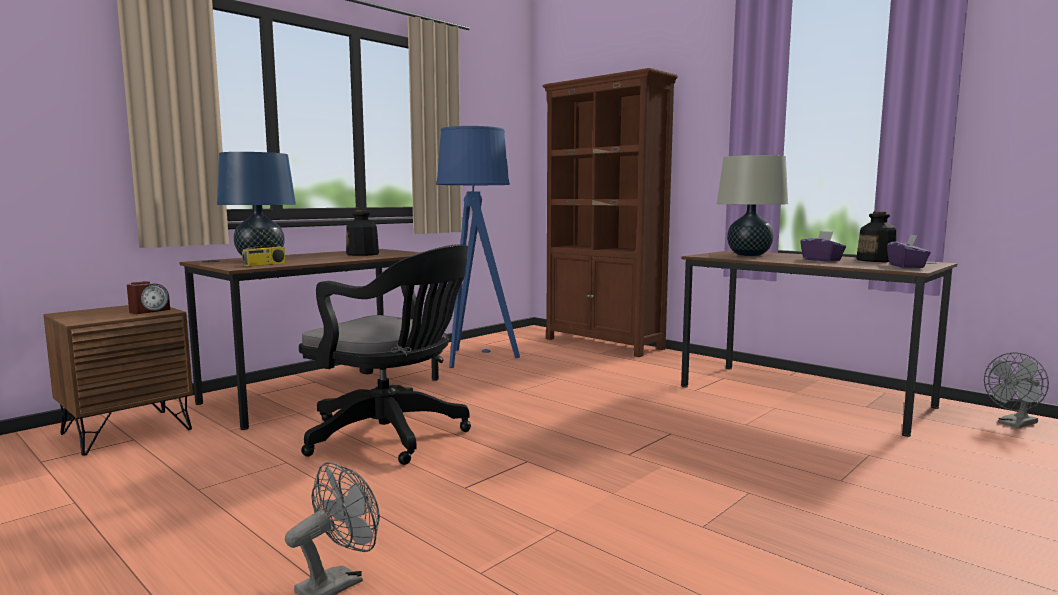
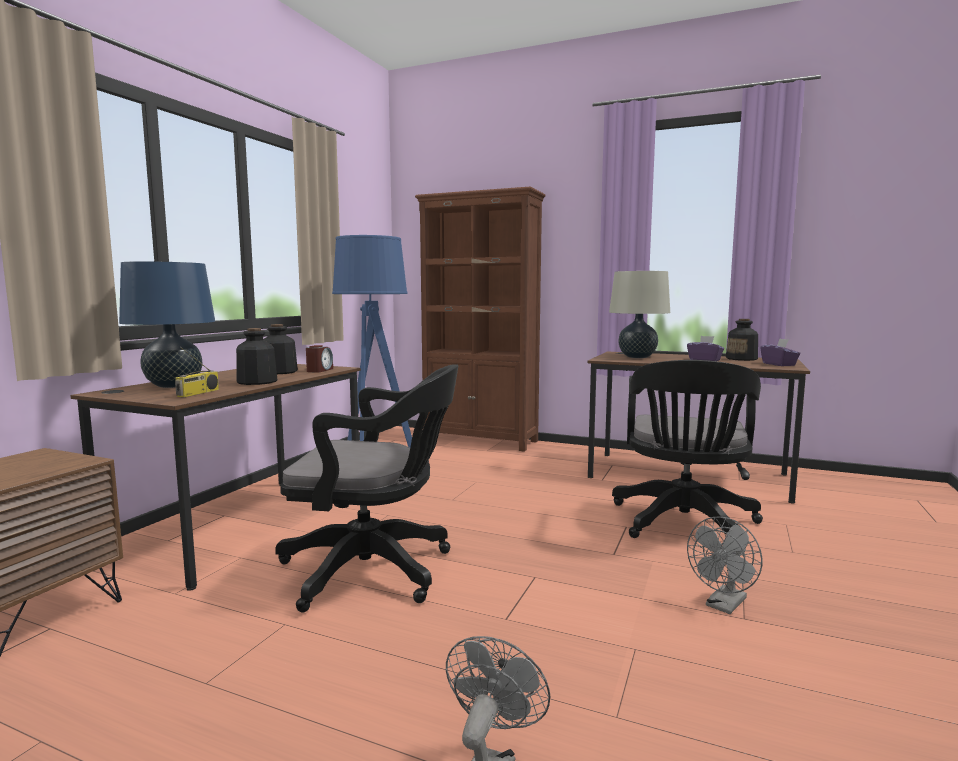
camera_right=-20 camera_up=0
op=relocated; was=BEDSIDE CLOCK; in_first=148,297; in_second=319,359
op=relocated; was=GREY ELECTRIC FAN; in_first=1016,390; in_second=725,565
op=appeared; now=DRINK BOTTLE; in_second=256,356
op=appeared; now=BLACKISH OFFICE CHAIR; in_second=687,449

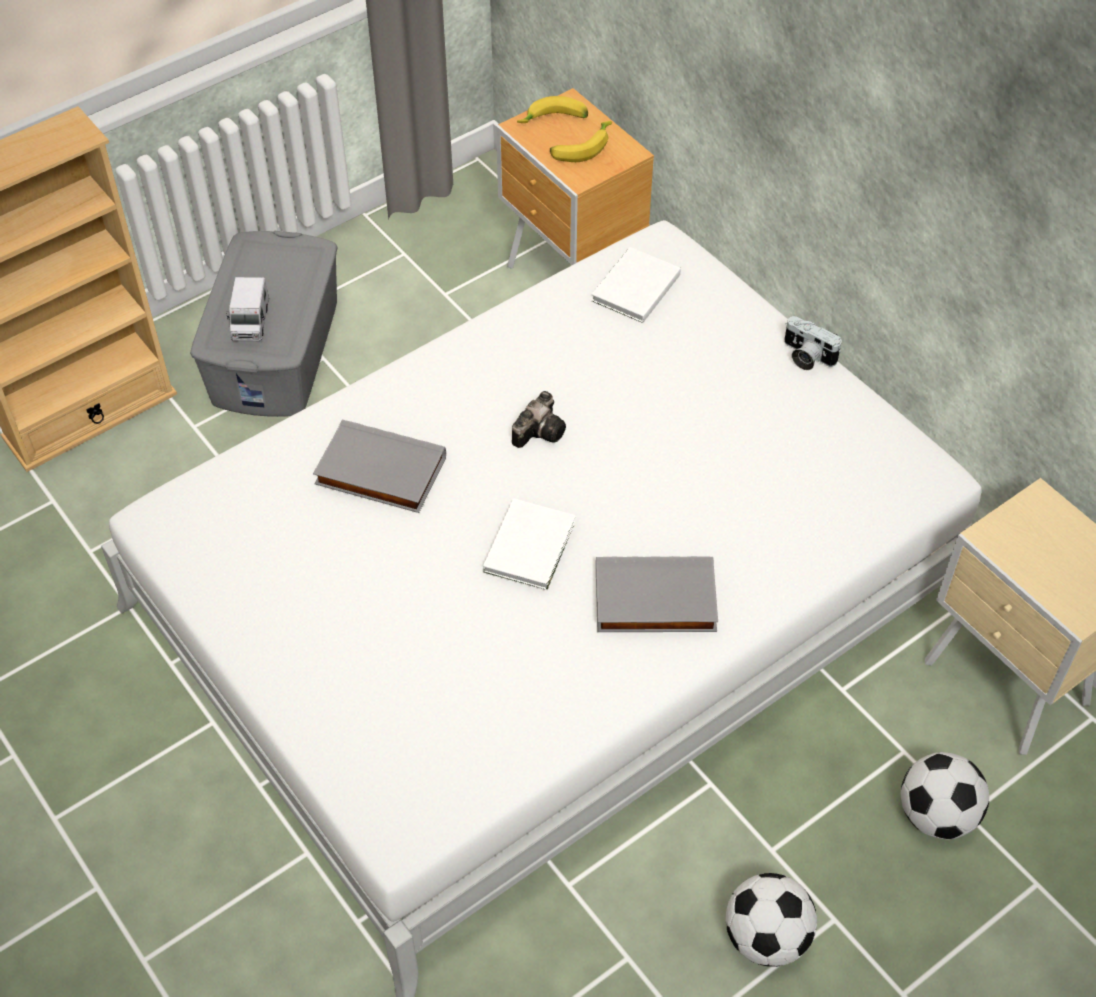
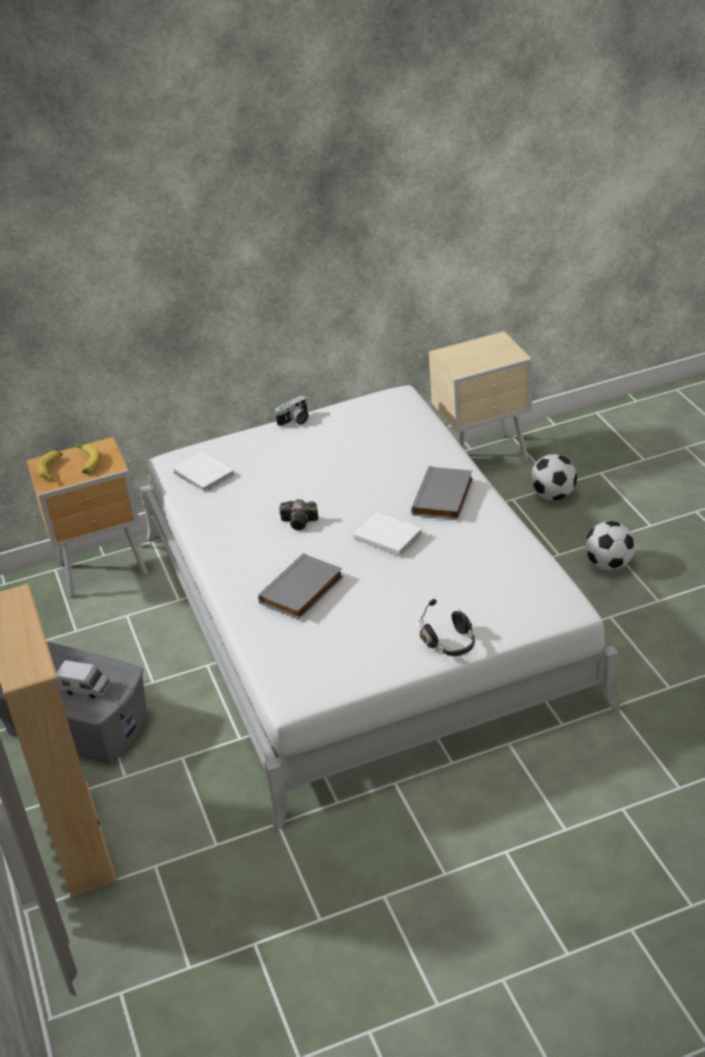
camera_right=-70 camera_up=-15
op=spun; was=PHOTO CAMERA; in_first=539,419; in_second=298,515; clockwise=135
op=appeared; now=BLACKISH HEADPHONES; in_second=447,627

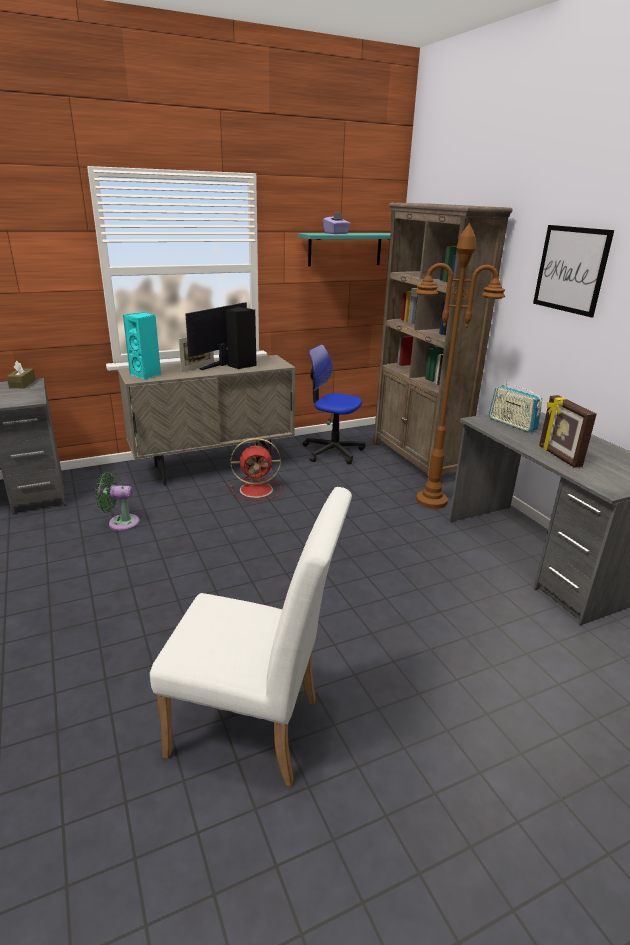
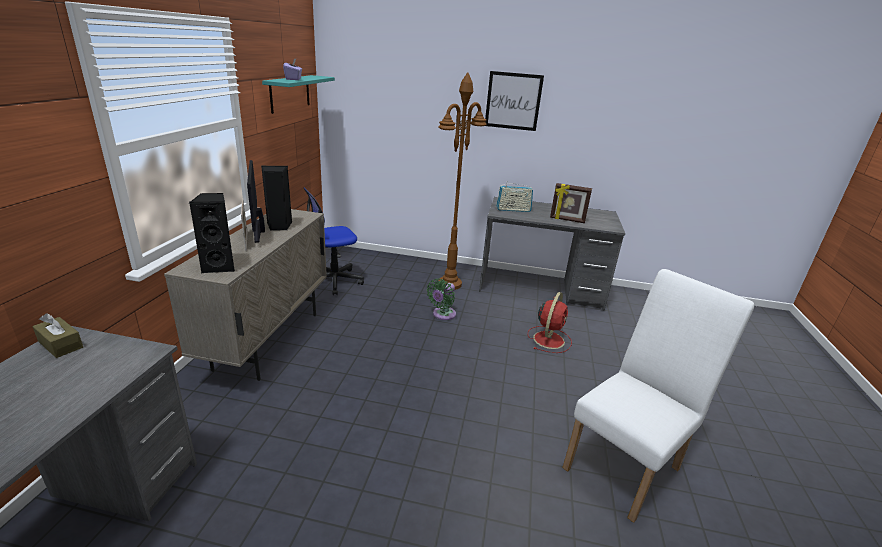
camera_right=-55 camera_up=0
op=missing; was=BROWN-COLOURED BOOKSHELF; in_first=443,342
op=colour; was=TURQUOISE-COLOURED SPEAKER; now=BLACKISH SPEAKER; in_first=142,346; in_second=212,233
op=relocated; was=RED ELECTRIC FAN; in_first=255,469; in_second=550,322
op=relocated; was=GREENISH ELECTRIC FAN; in_first=117,501; in_second=441,299

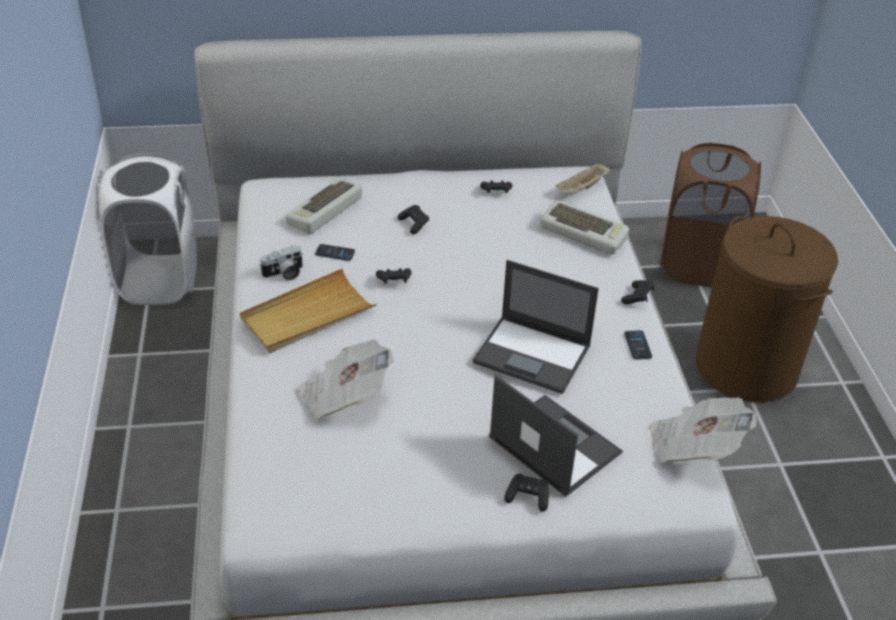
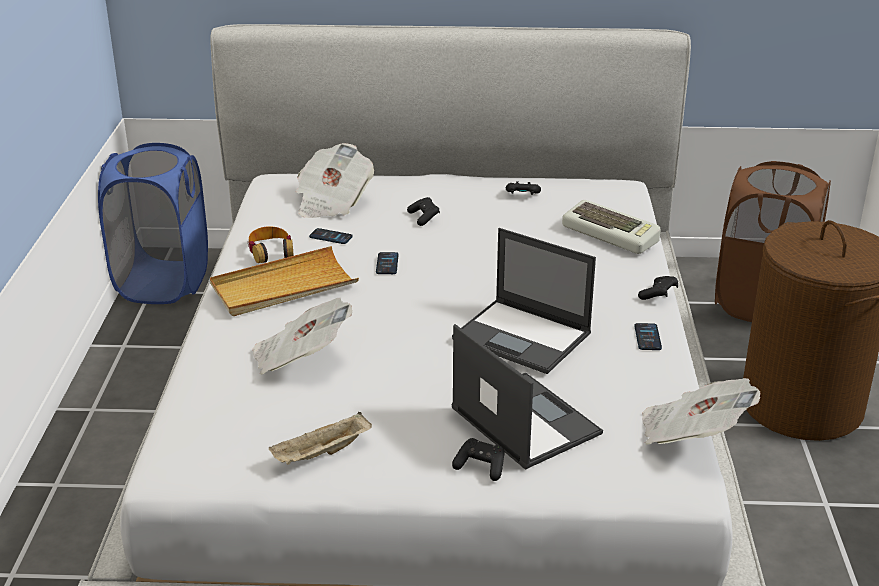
camera_right=10 camera_up=-10
op=colour; was=WHITISH HAMPER; now=BLUE HAMPER; in_first=147,229; in_second=153,223
op=relocated; was=BEIGE TRAY; in_first=583,177; in_second=320,438
op=exchanged; was=PC KEYBOARD; now=NEWSPAPER; in_first=324,206; in_second=335,180
op=exchanged; was=PHOTO CAMERA; now=HEADPHONES; in_first=281,263; in_second=271,244
op=exchanged; was=BLACKISH JOYPAD; now=PHONE; in_first=394,276; in_second=387,263

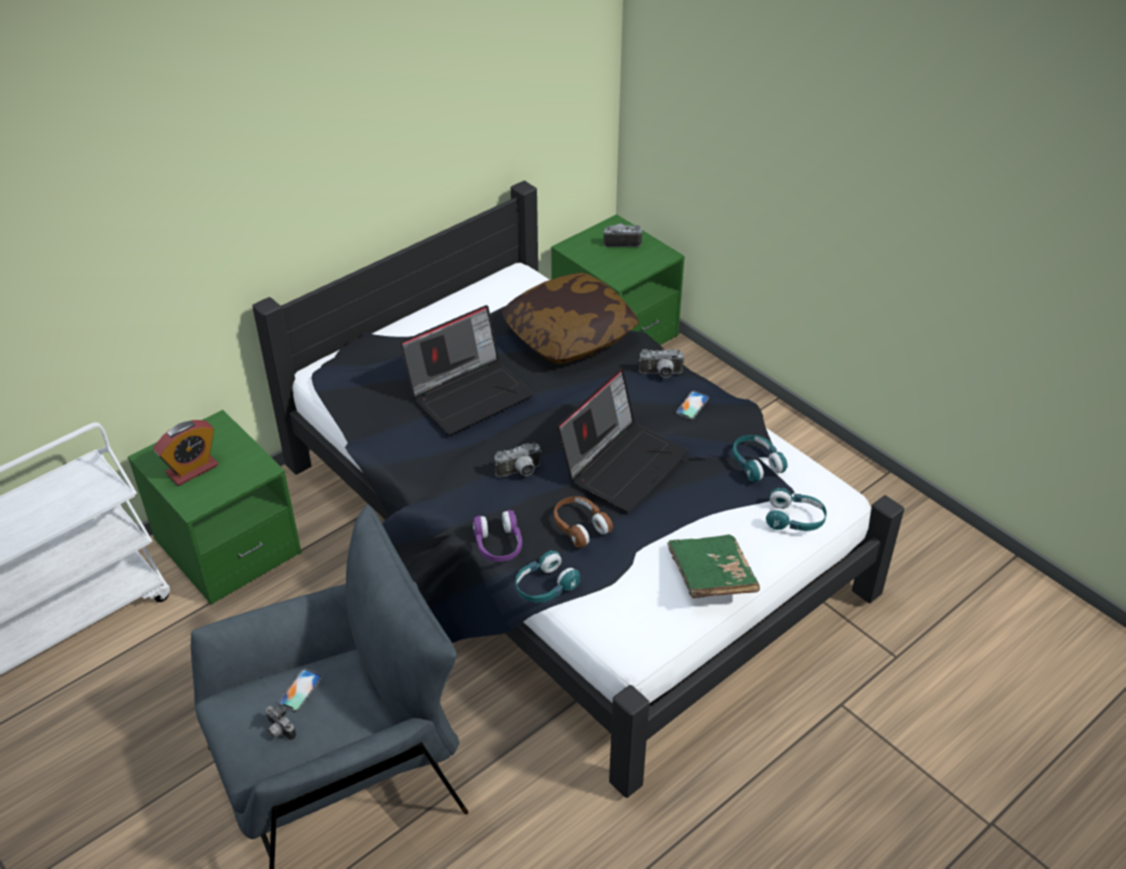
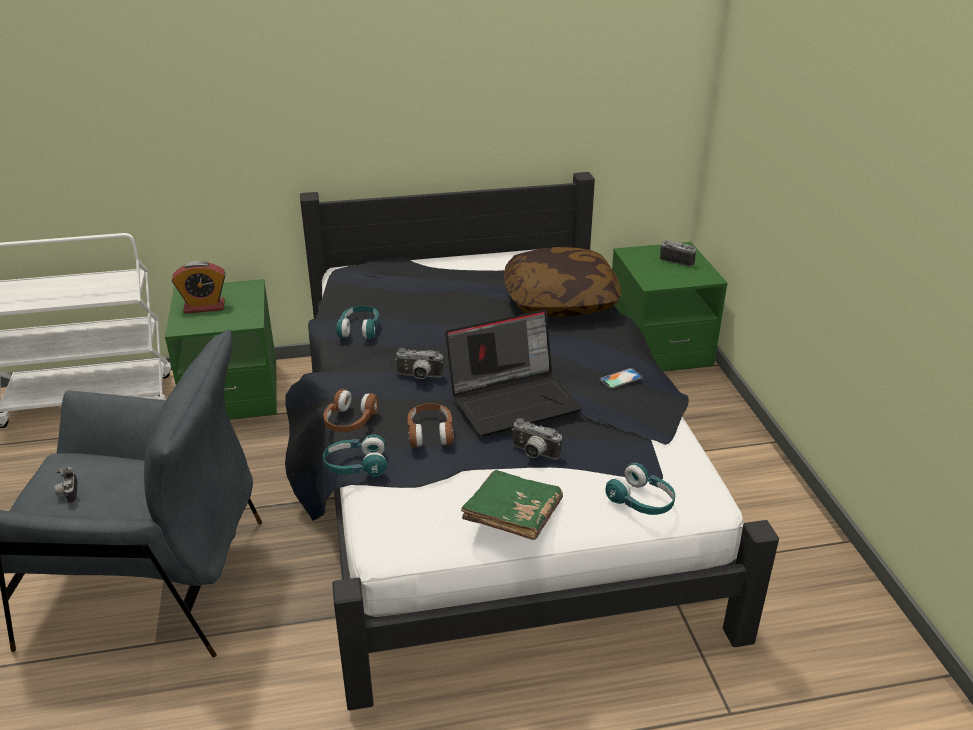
camera_right=30 camera_up=-10
op=missing; was=NOTEBOOK COMPUTER; in_first=467,370
op=relocated; was=PHOTO CAMERA; in_first=662,363; in_second=537,439
op=relocated; was=TURQUOISE-COLOURED HEADPHONES; in_first=759,458; in_second=357,322
op=colour; was=PURPLE HEADPHONES; now=BROWN-COLOURED HEADPHONES; in_first=497,536; in_second=351,410
op=missing; was=PHONE; in_first=300,690

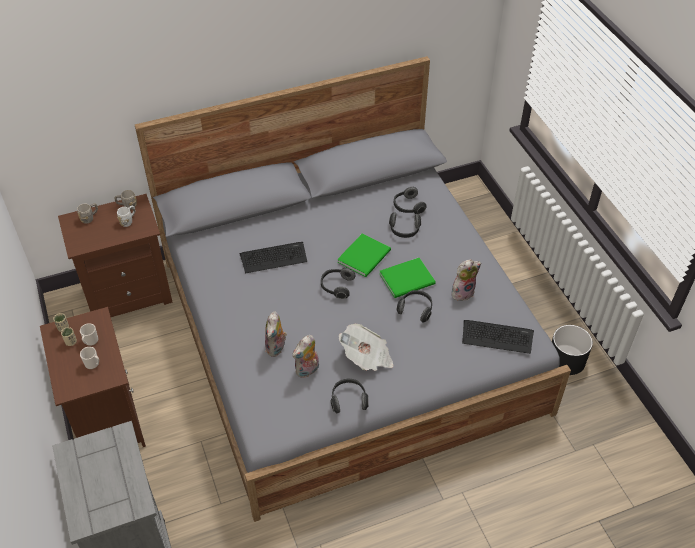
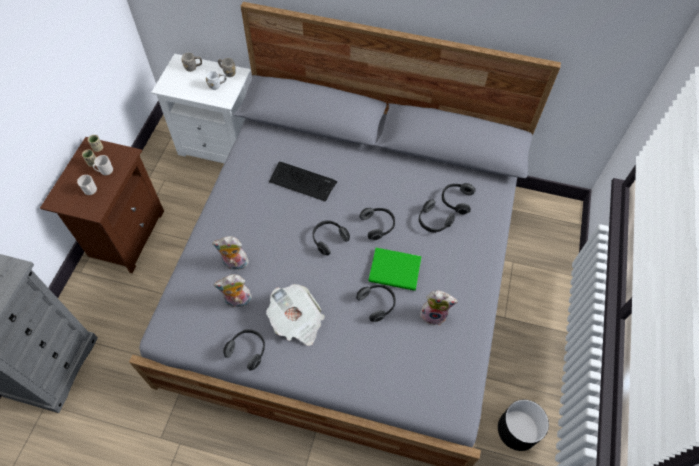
camera_right=35 camera_up=10
op=colour; was=BROWN-COLOURED BEDSIDE TABLE; now=WHITISH BEDSIDE TABLE; in_first=115,255; in_second=201,109
op=exchanged; was=GREENISH BOUND BOOK; now=HEADPHONES; in_first=364,255; in_second=377,224
op=spun; was=SOFT TOY; in_first=276,334; in_second=231,253; clockwise=45
op=missing; was=PC KEYBOARD; in_first=498,337

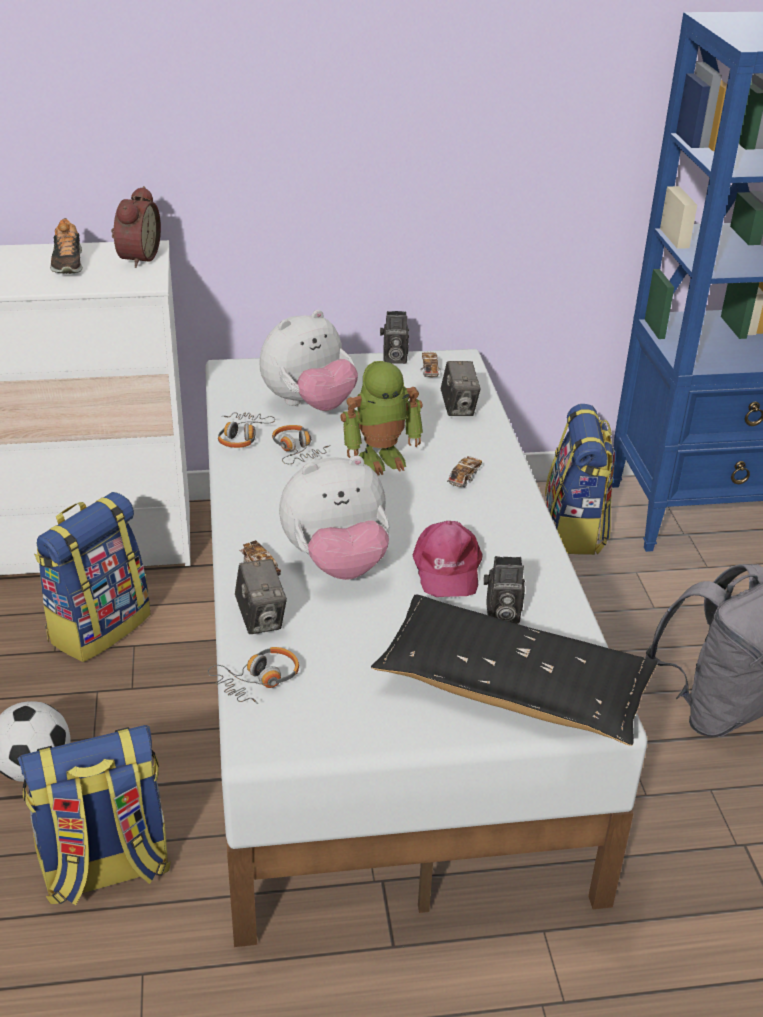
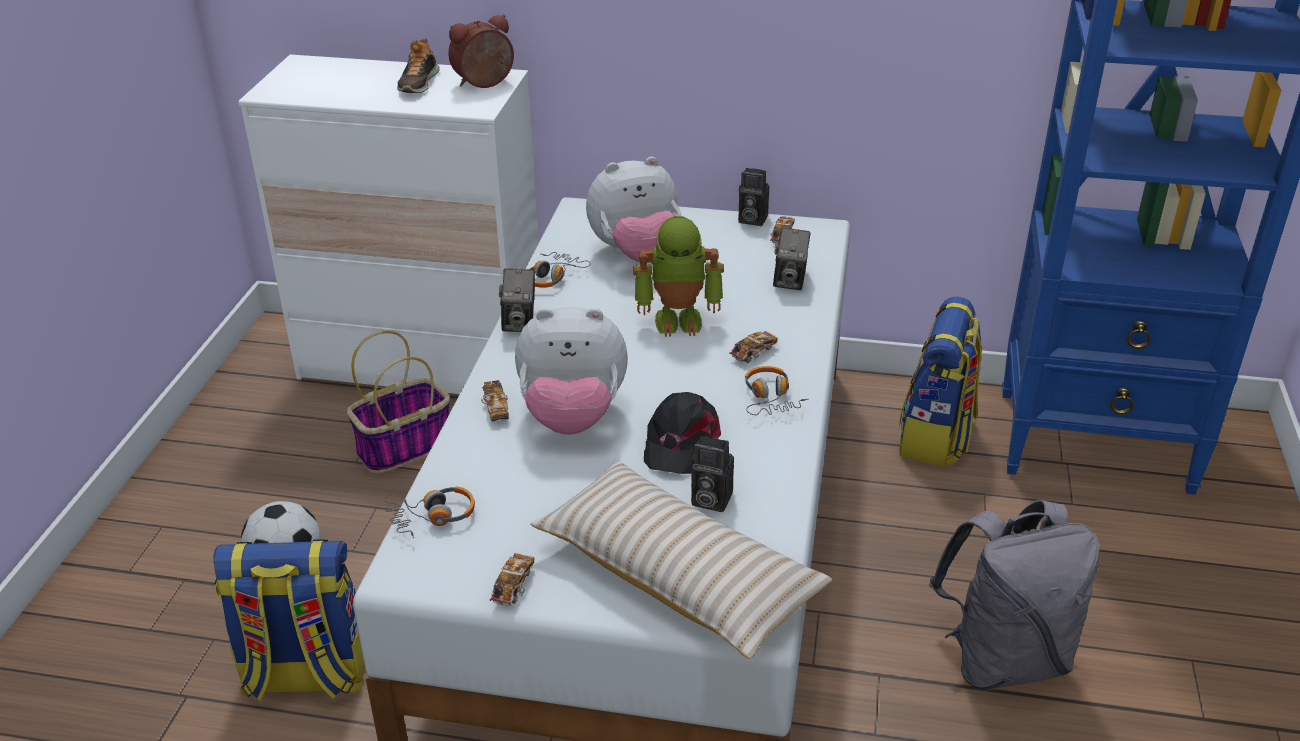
camera_right=20 camera_up=0
op=spun; was=BEDSIDE CLOCK; in_first=136,227; in_second=481,51; clockwise=-150
op=relocated; was=HEADPHONES; in_first=301,444; in_second=777,390
op=exchanged; was=KNAPSACK; now=HOUSEHOLD BASKET; in_first=92,577; in_second=398,402
op=colour; was=PINKISH PEAKED CAP; now=BLACKISH PEAKED CAP; in_first=448,559; in_second=682,433
op=relocated; was=PHOTO CAMERA; in_first=261,596; in_second=517,300
op=colour; was=BLACKISH THROW PILLOW; now=BEIGE THROW PILLOW; in_first=514,670; in_second=681,560
op=appeared; now=MINIATURE CAR; in_second=511,579

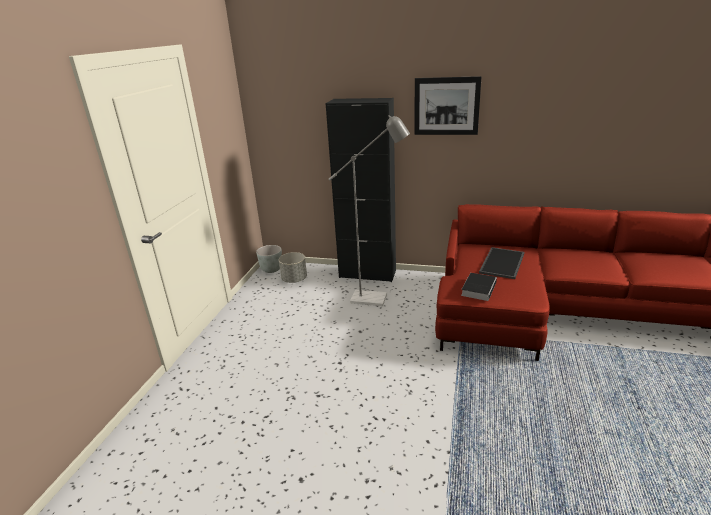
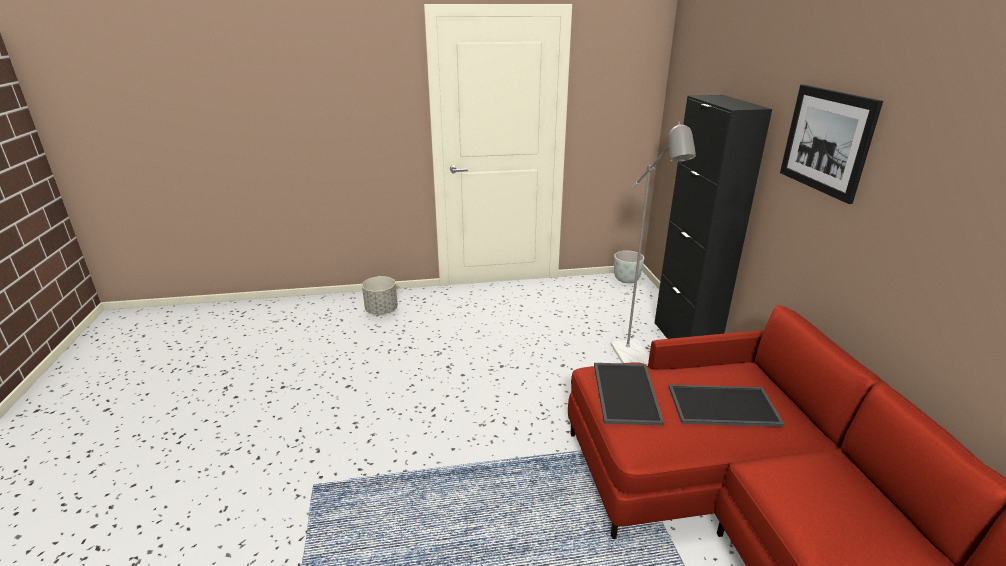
camera_right=65 camera_up=0
op=relocated; was=GREY FLOWER POT; in_first=293,267; in_second=380,295
op=exchanged; was=BOUND BOOK; now=TRAY; in_first=479,287; in_second=629,394

